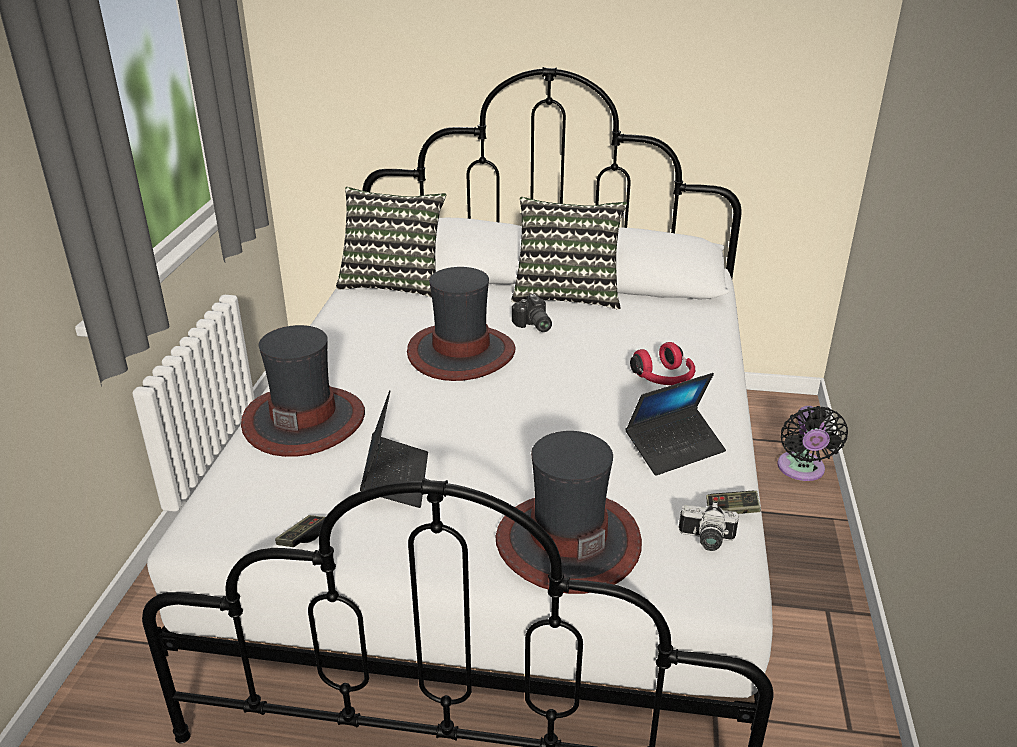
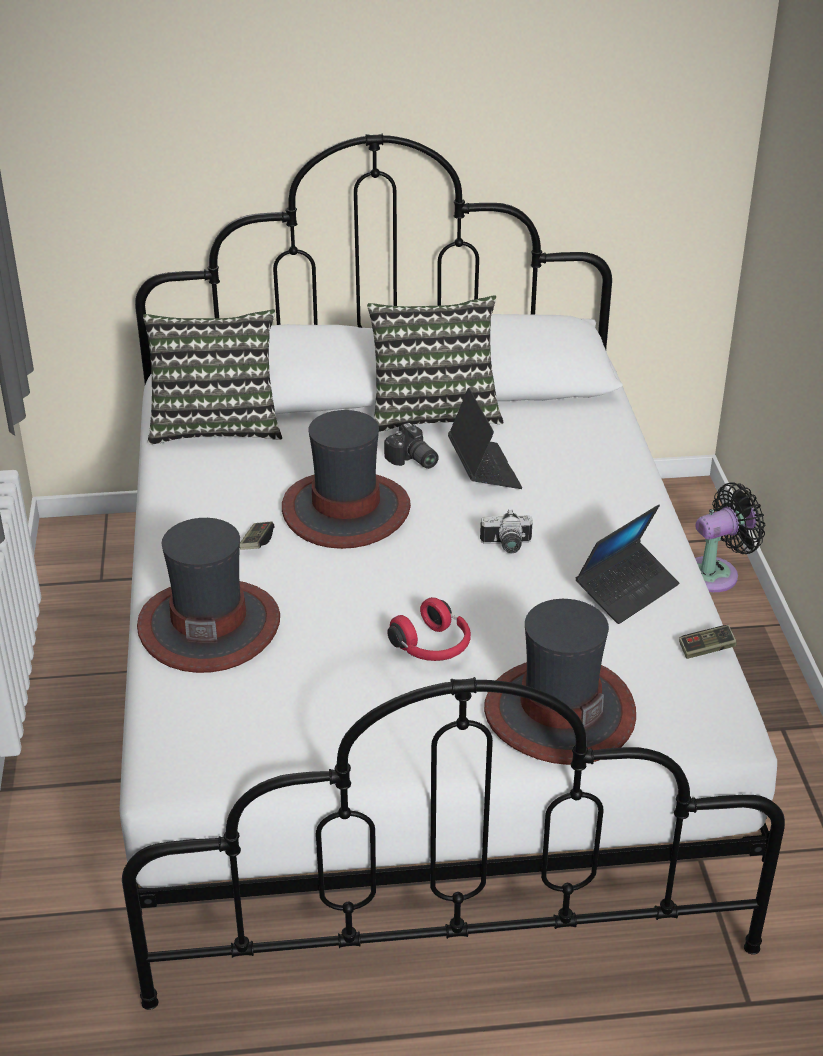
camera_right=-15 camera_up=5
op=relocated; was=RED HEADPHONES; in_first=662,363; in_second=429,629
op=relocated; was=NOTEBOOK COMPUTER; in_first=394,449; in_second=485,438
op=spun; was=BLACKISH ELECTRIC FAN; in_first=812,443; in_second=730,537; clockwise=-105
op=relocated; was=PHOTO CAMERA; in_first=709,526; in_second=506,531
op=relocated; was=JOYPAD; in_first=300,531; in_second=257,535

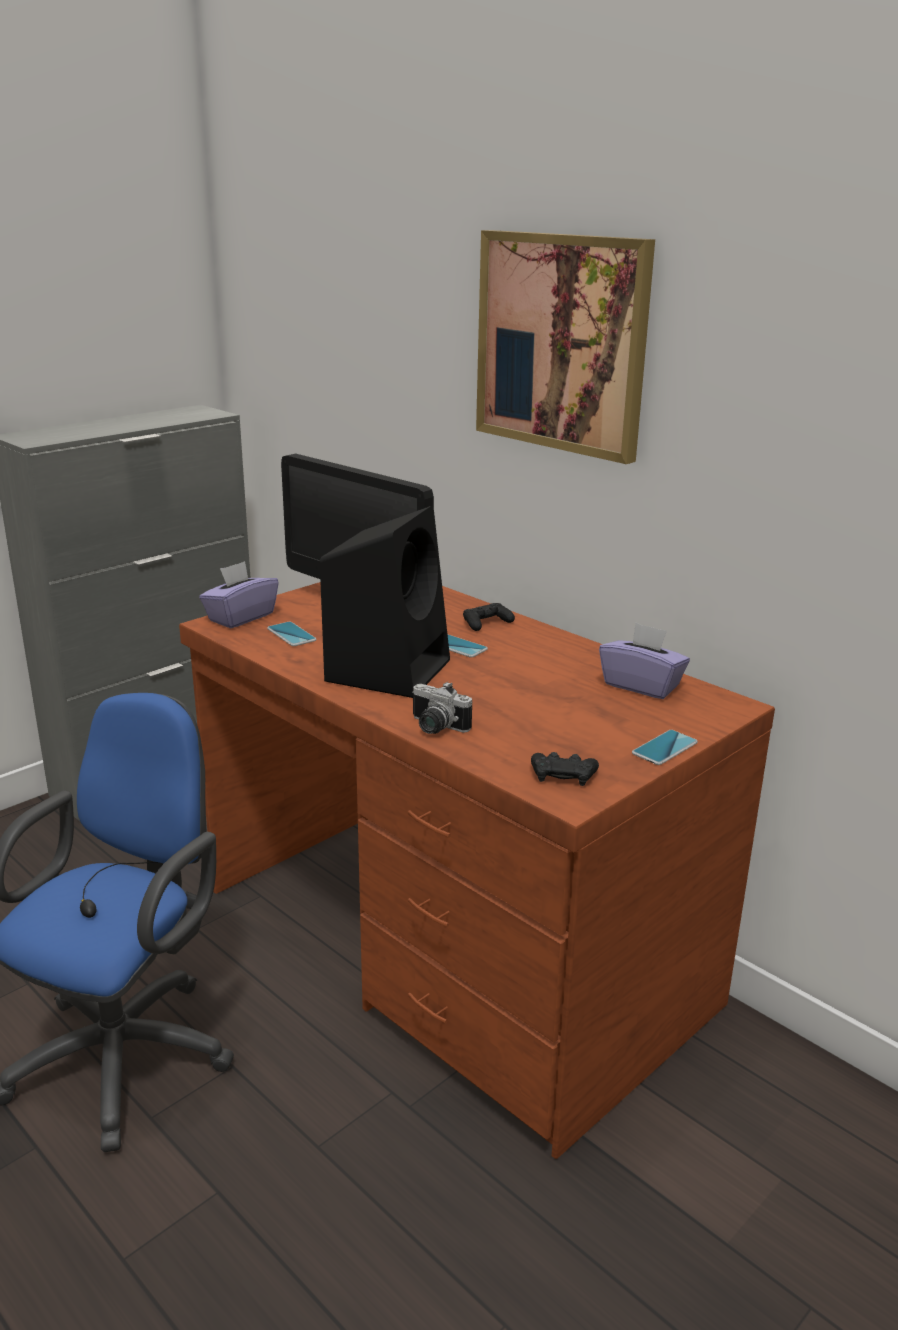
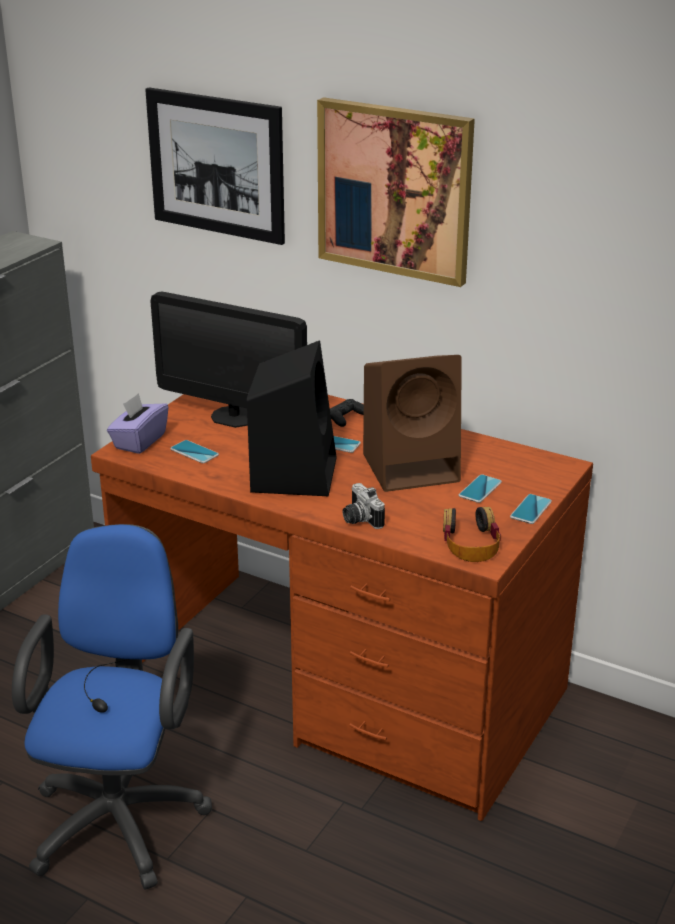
camera_right=-15 camera_up=5
op=missing; was=PURPLE TISSUE HOLDER; in_first=644,661
op=spun; was=PHOTO CAMERA; in_first=442,708; in_second=364,506; clockwise=45
op=exchanged; was=BLACKISH JOYPAD; now=HEADPHONES; in_first=565,769; in_second=472,534
op=appeared; now=PICTURE; in_second=215,166
op=appeared; now=BROWN-COLOURED SPEAKER; in_second=412,423
op=appeared; now=PHONE; in_second=480,488

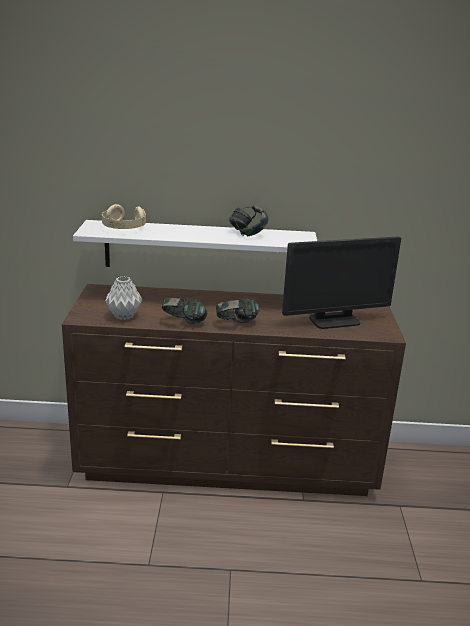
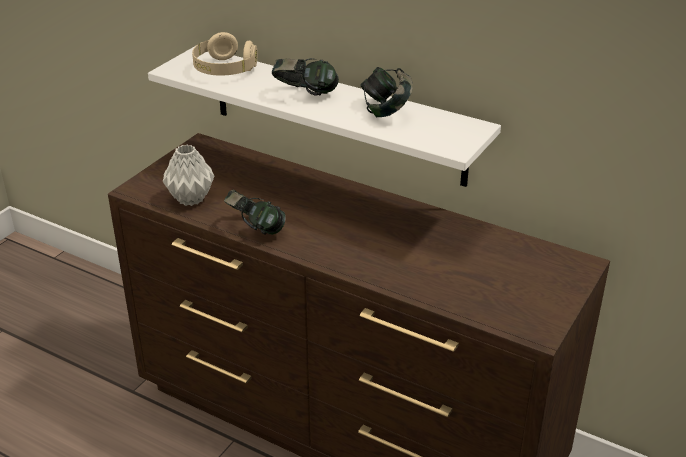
camera_right=30 camera_up=10
op=missing; was=COMPUTER DISPLAY; in_first=341,282
op=relocated; was=HEADPHONES; in_first=238,310; in_second=305,77

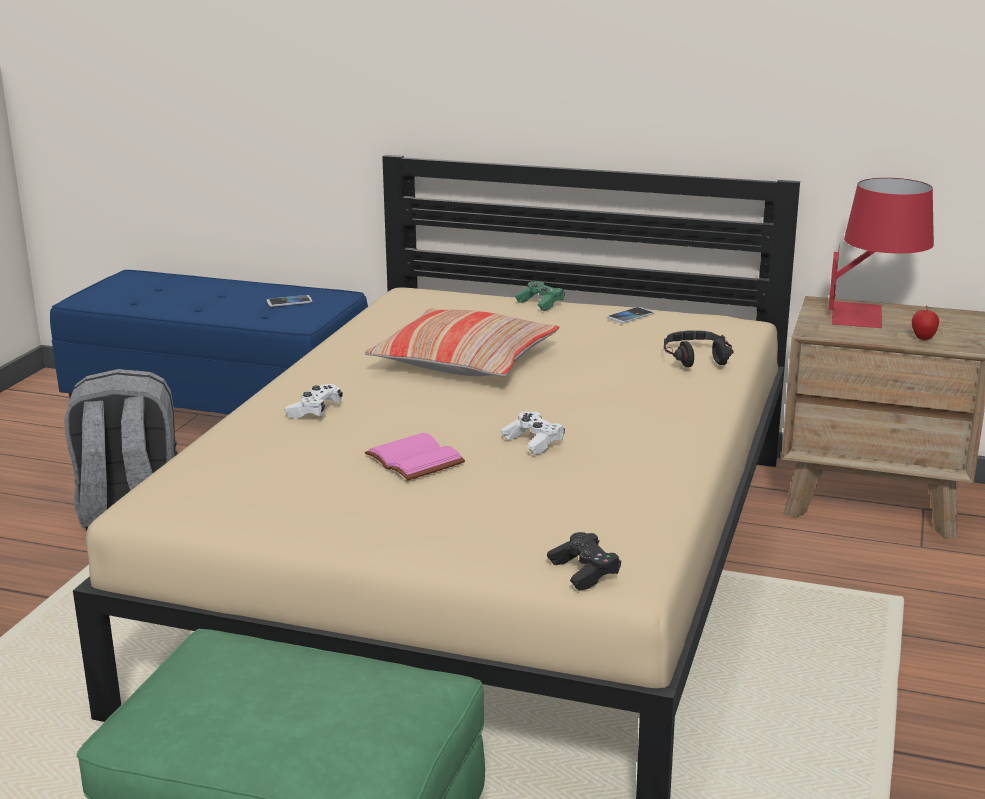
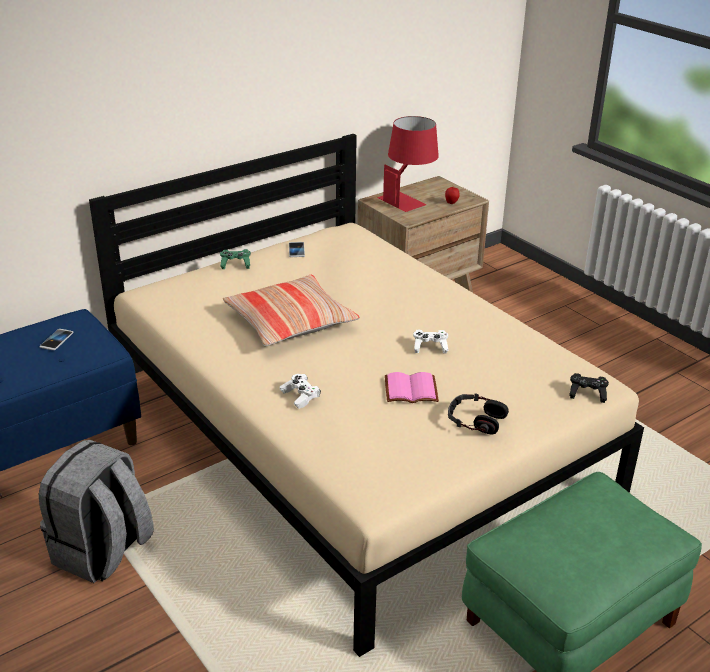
camera_right=-55 camera_up=10
op=relocated; was=HEADPHONES; in_first=698,348; in_second=478,413

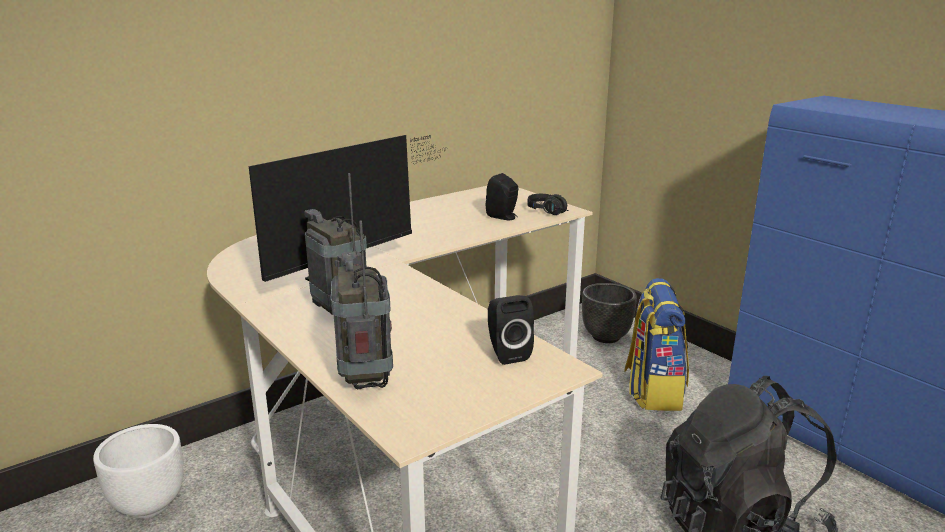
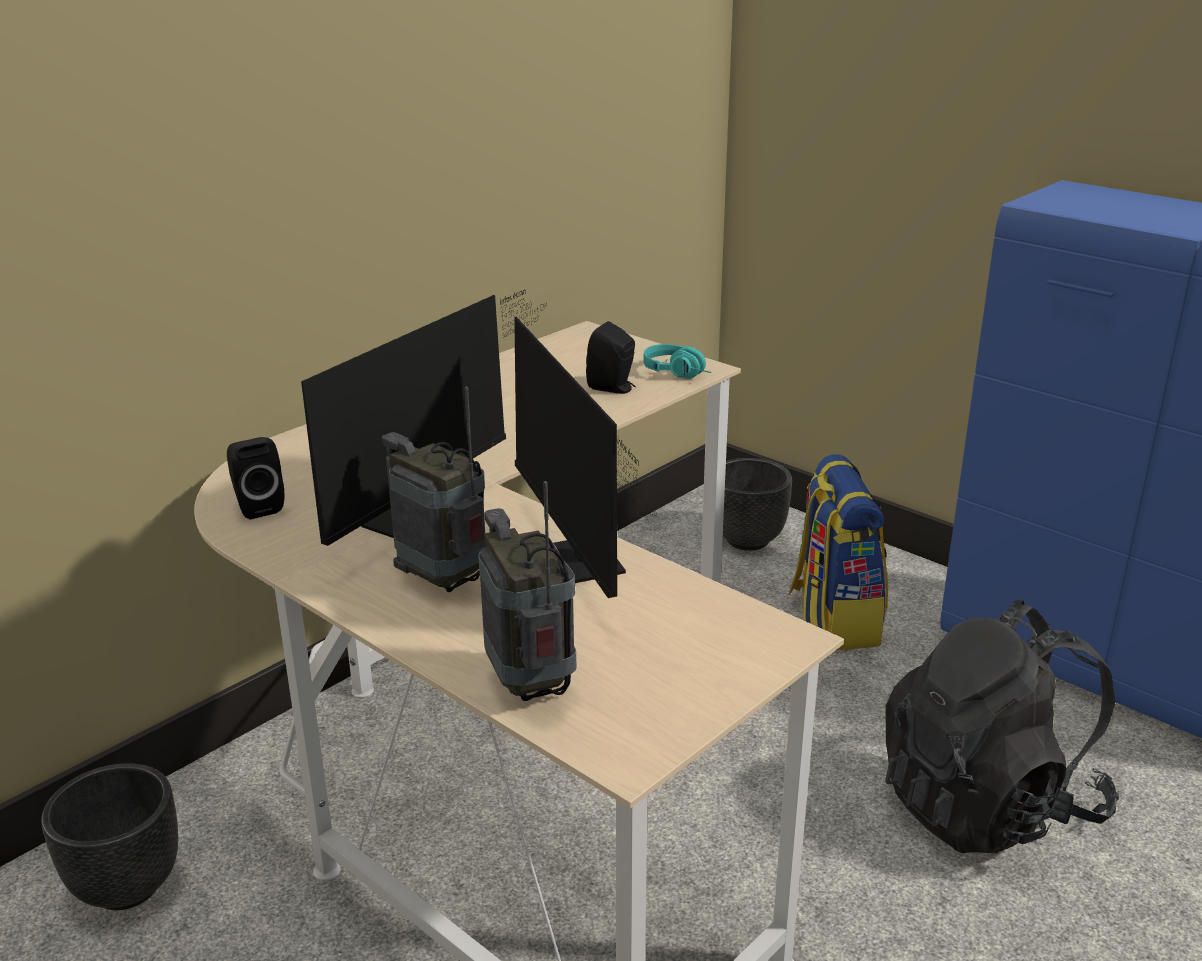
camera_right=-10 camera_up=5
op=colour; was=BLACKISH HEADPHONES; now=TURQUOISE-COLOURED HEADPHONES; in_first=548,204; in_second=677,361
op=relocated; was=BLACKISH SPEAKER; in_first=511,330; in_second=256,478
op=colour; was=WHITISH FLOWER POT; now=BLACKISH FLOWER POT; in_first=138,471; in_second=109,836
op=appeared; now=COMPUTER DISPLAY; in_second=585,457

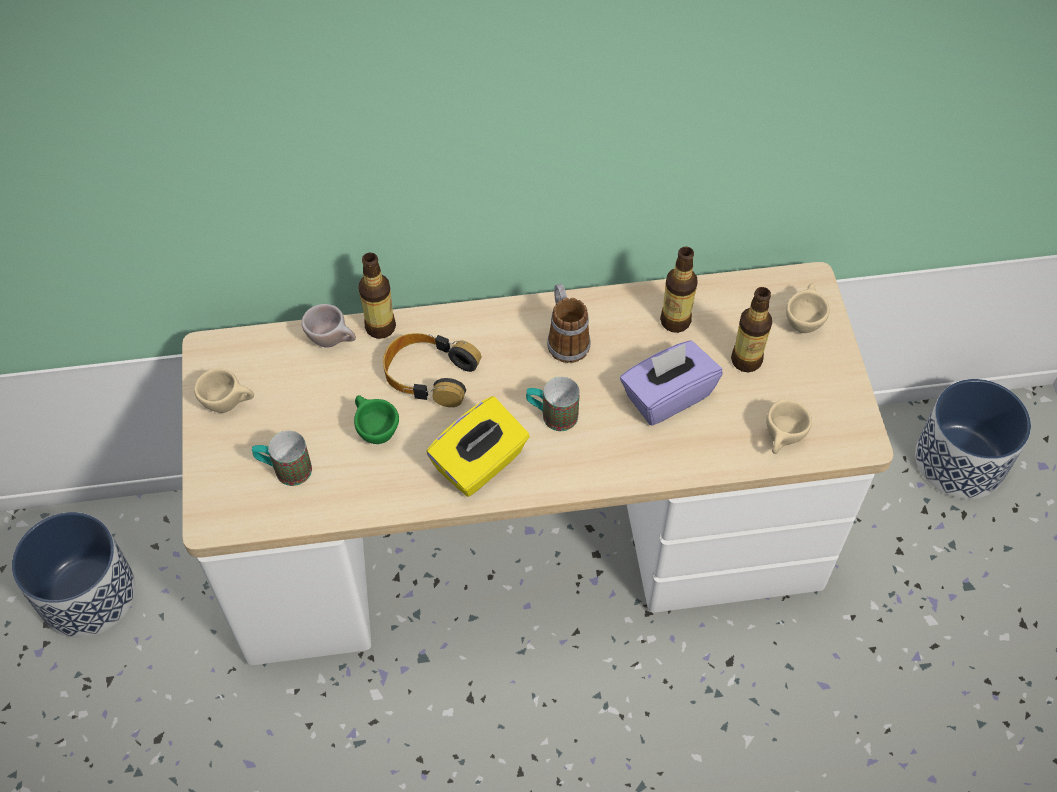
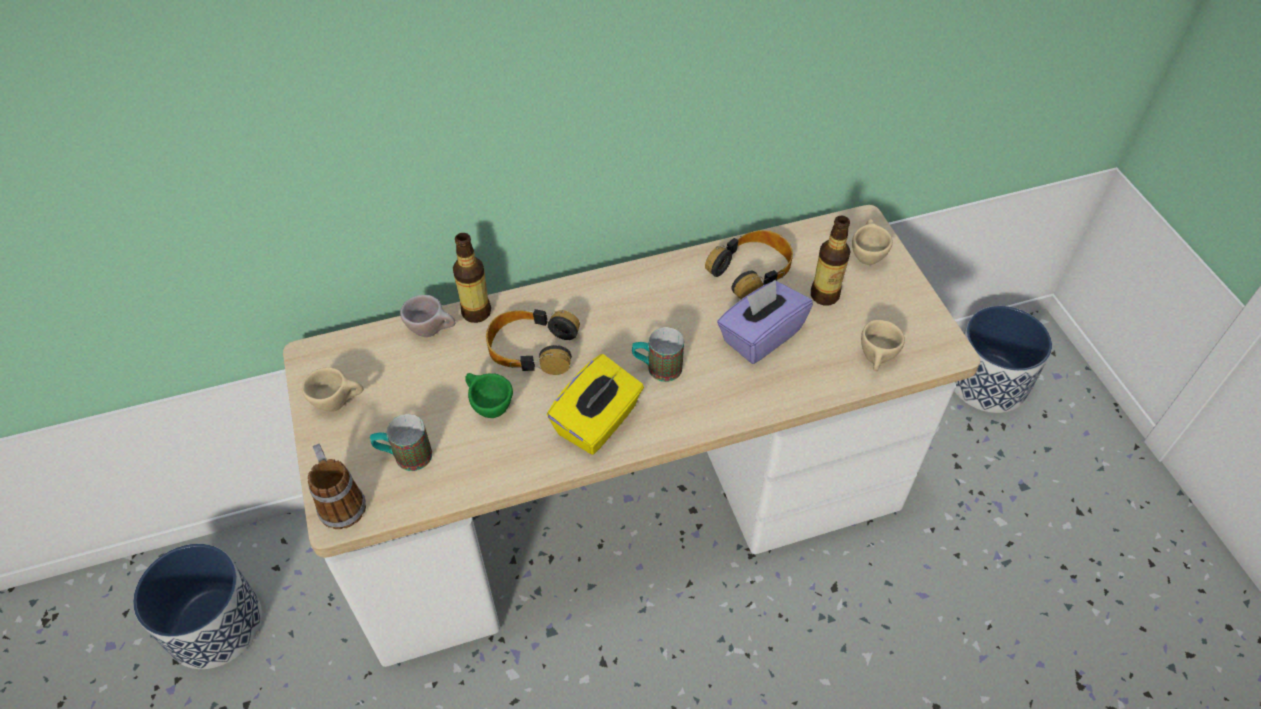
camera_right=-10 camera_up=-5
op=exchanged; was=DRINK BOTTLE; now=HEADPHONES; in_first=679,290; in_second=749,264
op=relocated; was=TEA MUG; in_first=569,323; in_second=337,486

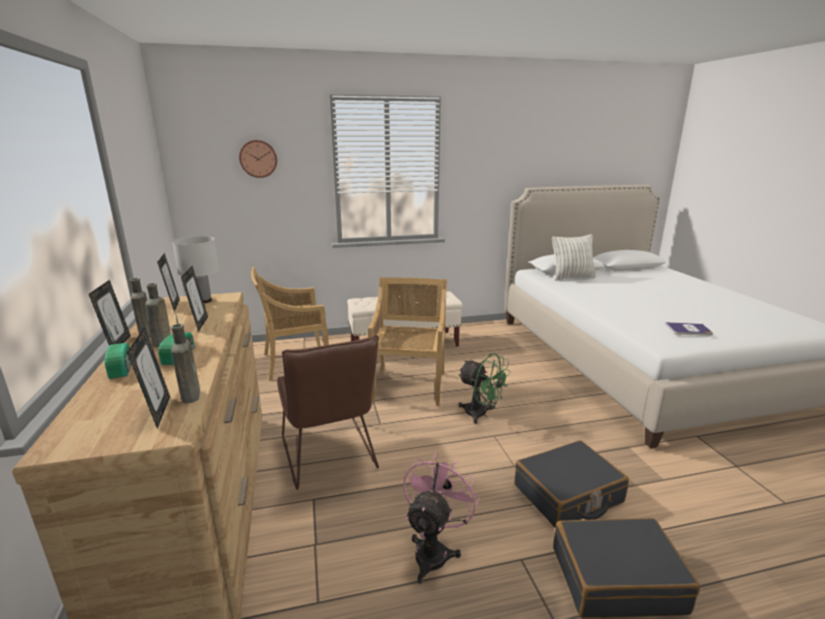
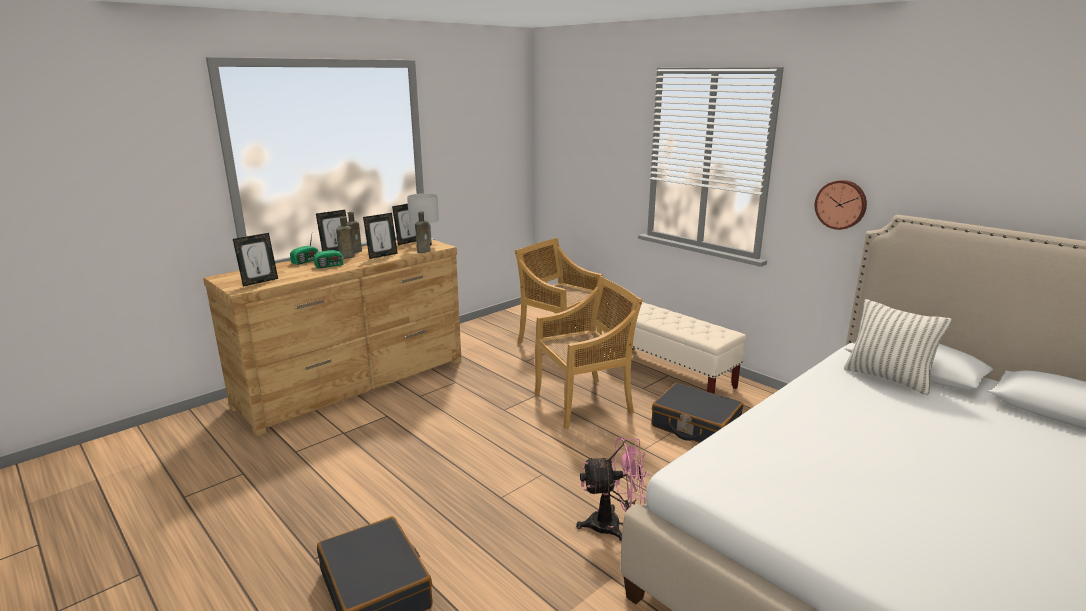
camera_right=60 camera_up=0
op=relocated; was=HANGING CLOCK; in_first=258,159; in_second=841,205
op=missing; was=BOUND BOOK; in_first=689,329
op=relocated; was=BROWN-COLOURED DRINK BOTTLE; in_first=185,363; in_second=423,232
op=missing; was=BROWN-COLOURED UPRIGHT CHAIR; in_first=328,412
op=missing; was=GREENISH ELECTRIC FAN; in_first=484,388
op=relocated; was=BLACKISH TRAVEL CASE; in_first=571,484; in_second=697,413
op=relocated; was=PINKISH ELECTRIC FAN; in_first=441,518; in_second=612,489

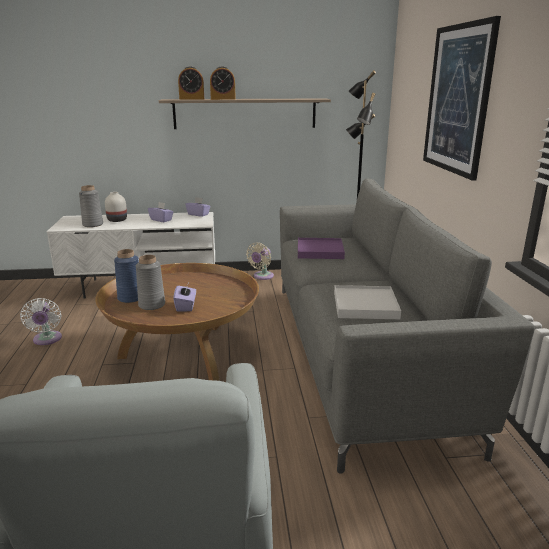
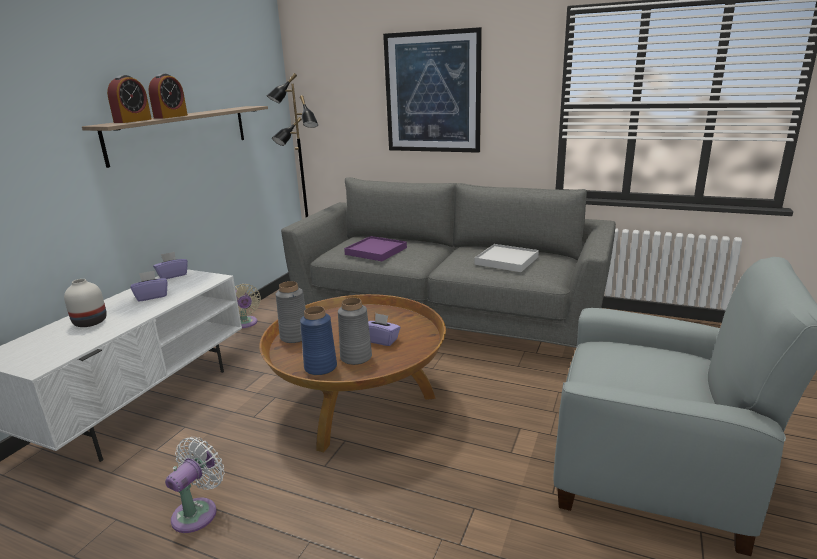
camera_right=-60 camera_up=0
op=relocated; was=GREY DECORATIVE VASE; in_first=91,206; in_second=291,312
op=spun; was=WHITISH ELECTRIC FAN; in_first=41,321; in_second=194,485; clockwise=-75

